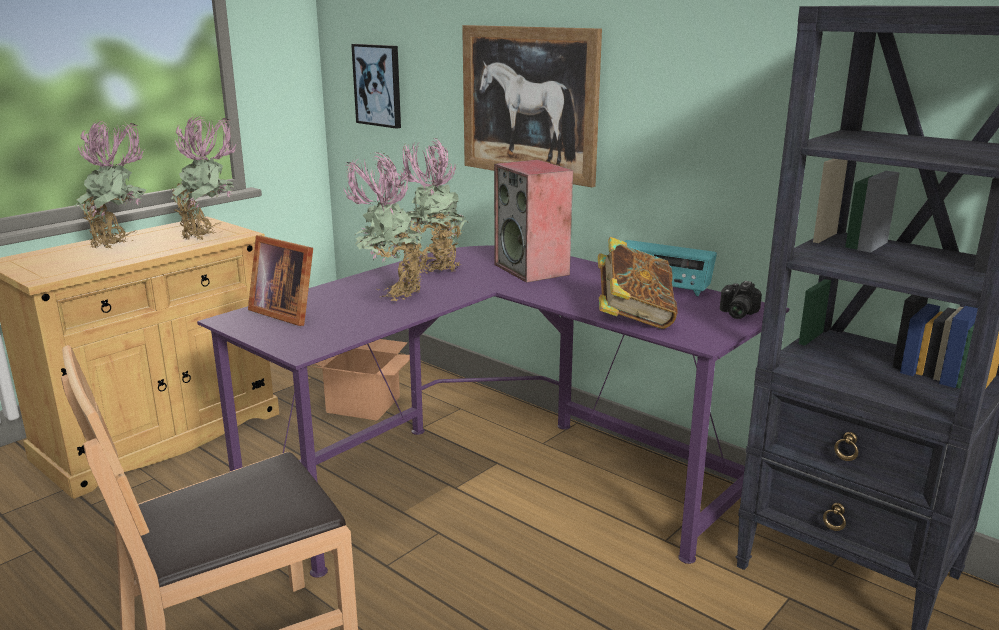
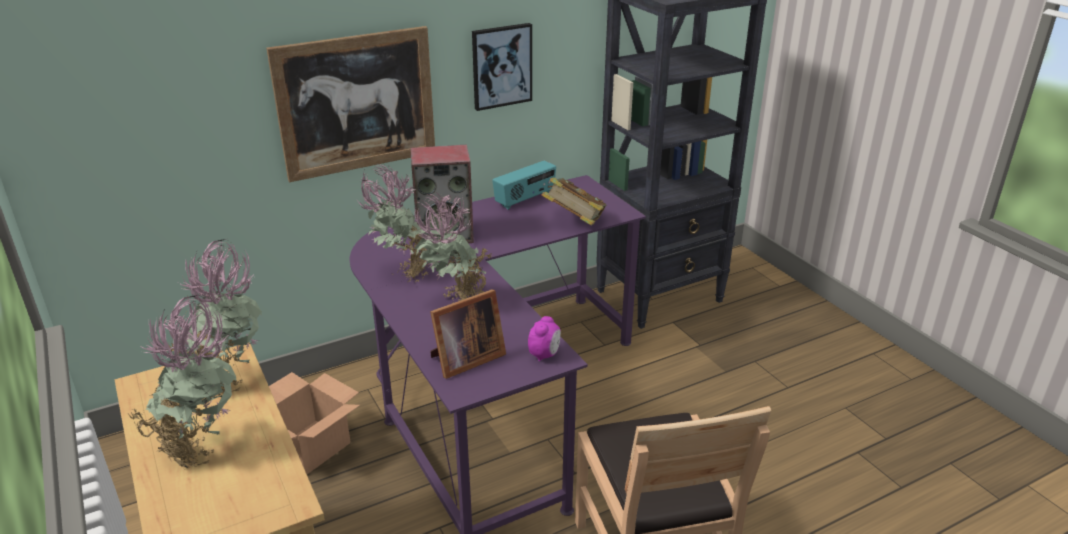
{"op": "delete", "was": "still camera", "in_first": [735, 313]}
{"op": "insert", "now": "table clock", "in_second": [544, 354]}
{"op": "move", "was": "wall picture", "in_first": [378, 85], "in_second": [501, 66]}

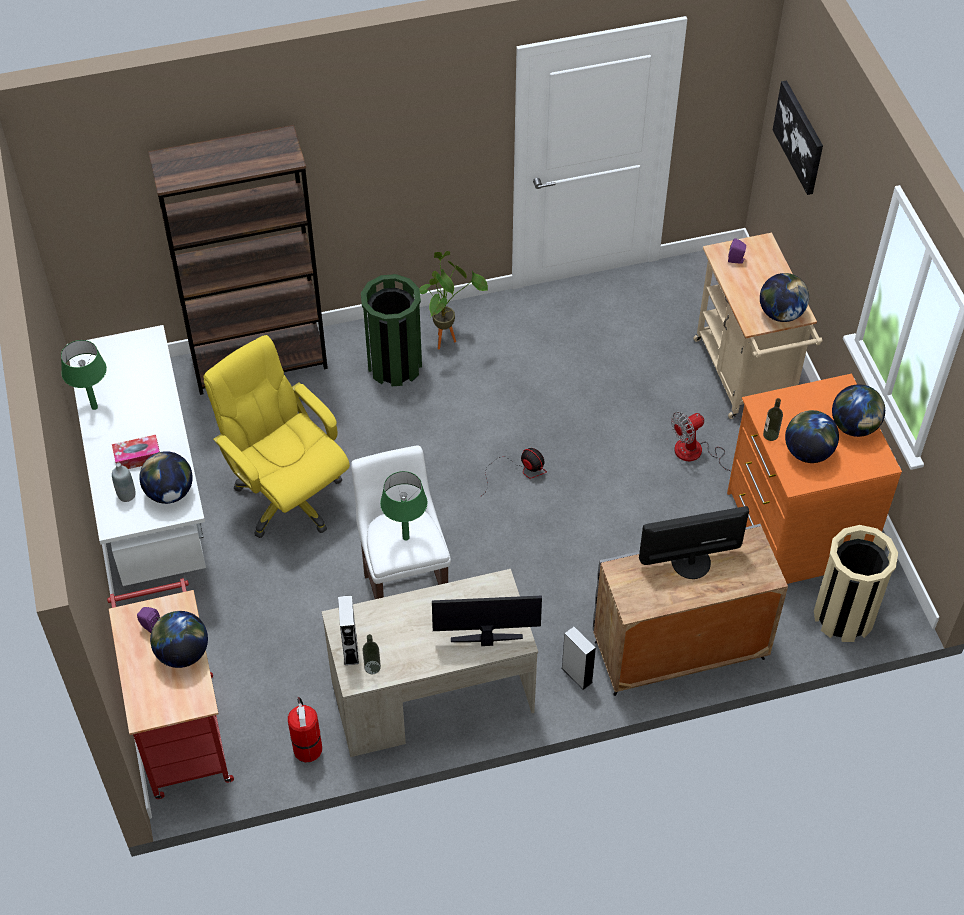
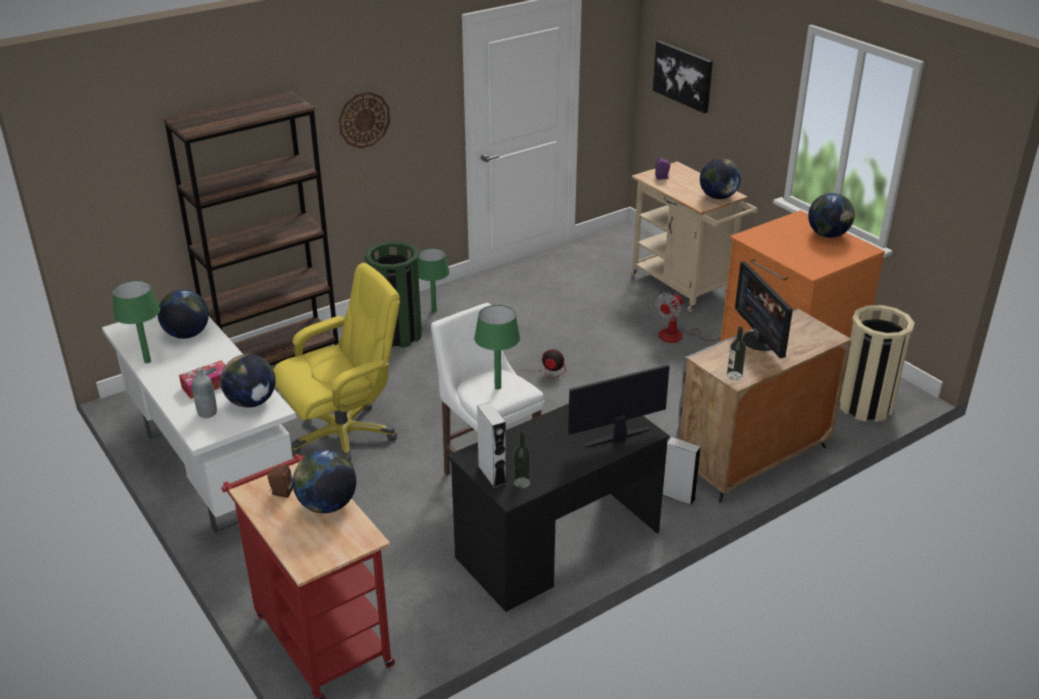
{"op": "delete", "was": "fire-fighting cylinder", "in_first": [307, 747]}
{"op": "insert", "now": "wall clock", "in_second": [364, 119]}
{"op": "move", "was": "bottle", "in_first": [770, 435], "in_second": [734, 375]}
{"op": "move", "was": "world globe", "in_first": [807, 452], "in_second": [187, 334]}
{"op": "replace", "was": "potted plant", "now": "table lamp in greenish", "in_first": [448, 338], "in_second": [434, 311]}
{"op": "recolor", "was": "audio speaker in purple-coloured", "now": "audio speaker in brown-coloured", "in_first": [149, 626], "in_second": [280, 492]}
{"op": "recolor", "was": "desk in beige-coloured", "now": "desk in black", "in_first": [432, 697], "in_second": [557, 545]}
{"op": "rotate", "was": "computer chair in yellowish", "in_first": [287, 497], "in_second": [344, 436], "clockwise": 120}
{"op": "rotate", "was": "computer screen", "in_first": [690, 561], "in_second": [761, 341], "clockwise": -75}

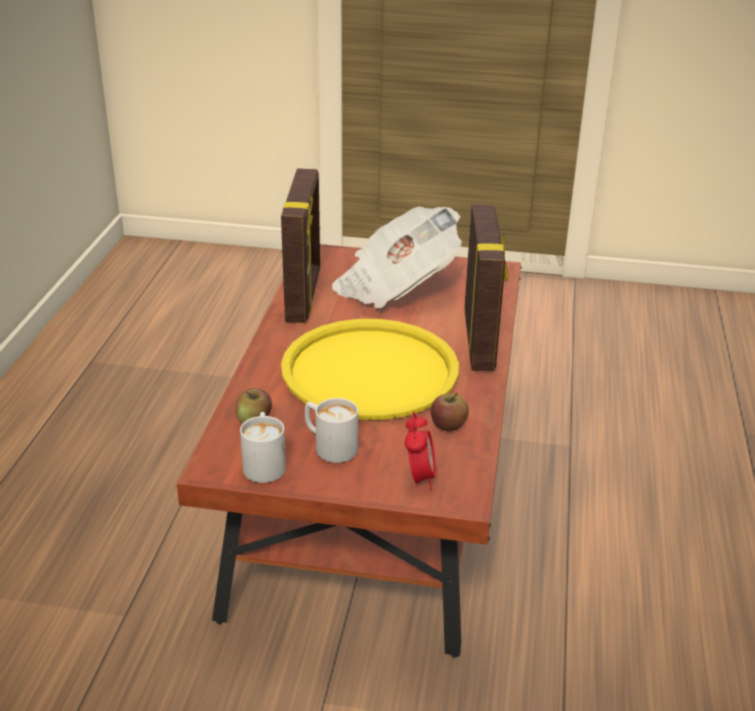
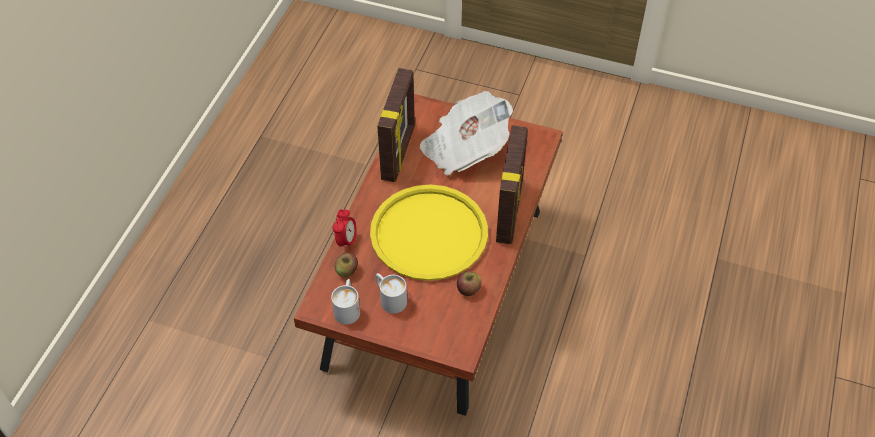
{"op": "move", "was": "table clock", "in_first": [419, 478], "in_second": [346, 241]}

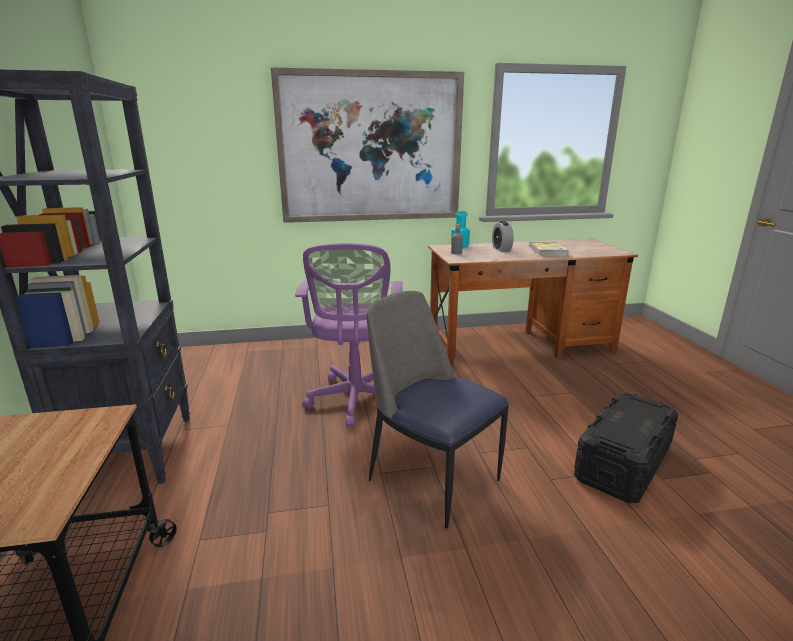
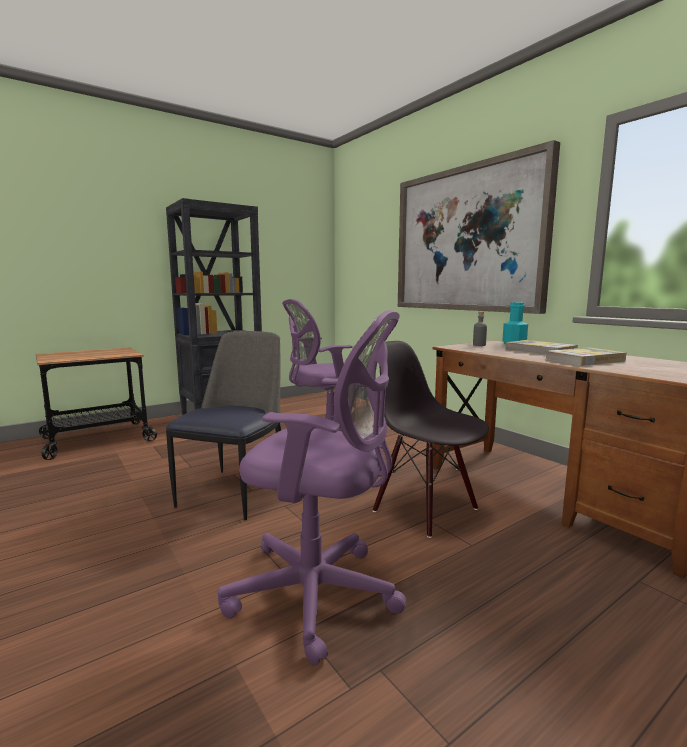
{"op": "insert", "now": "upright chair in black", "in_second": [426, 509]}
{"op": "replace", "was": "table clock", "now": "bound book", "in_first": [501, 249], "in_second": [540, 351]}
{"op": "replace", "was": "storage bin in black", "now": "computer chair in purple-coloured", "in_first": [623, 463], "in_second": [320, 594]}

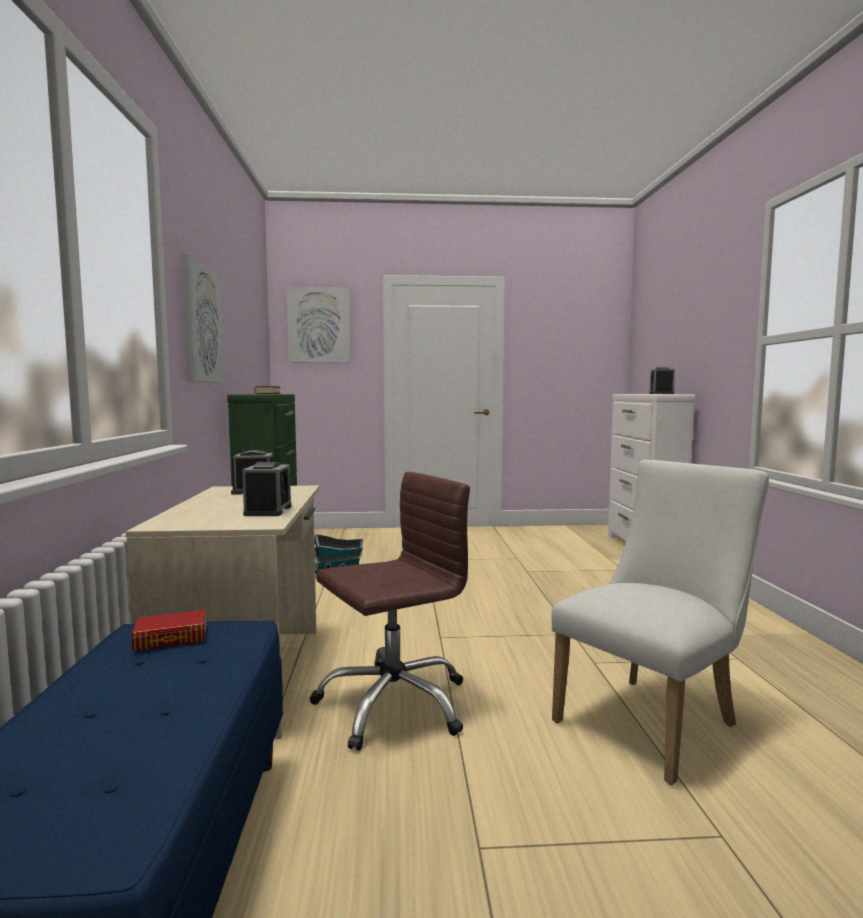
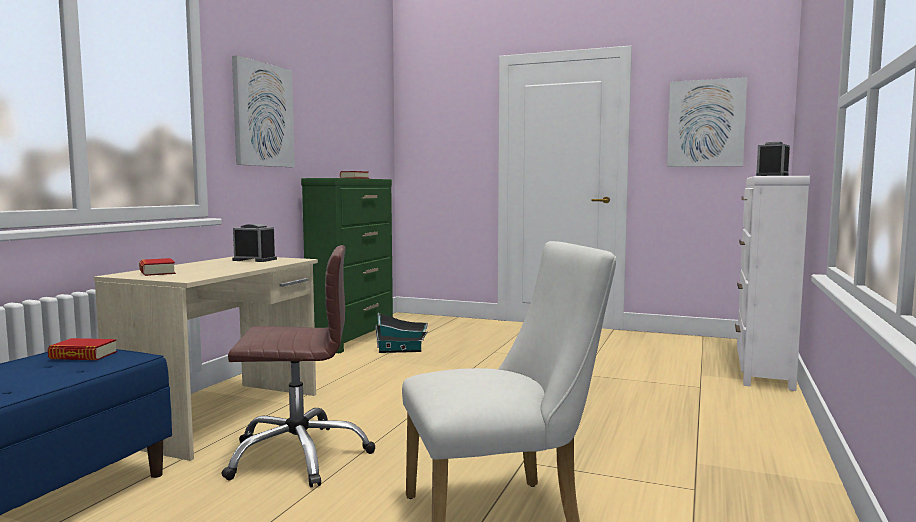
{"op": "delete", "was": "table clock", "in_first": [268, 510]}
{"op": "insert", "now": "bound book", "in_second": [157, 272]}
{"op": "move", "was": "wall picture", "in_first": [319, 325], "in_second": [706, 123]}

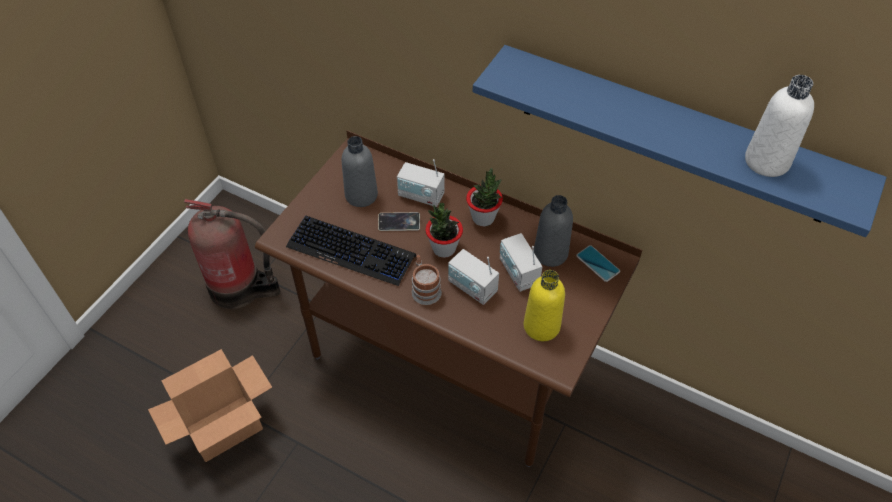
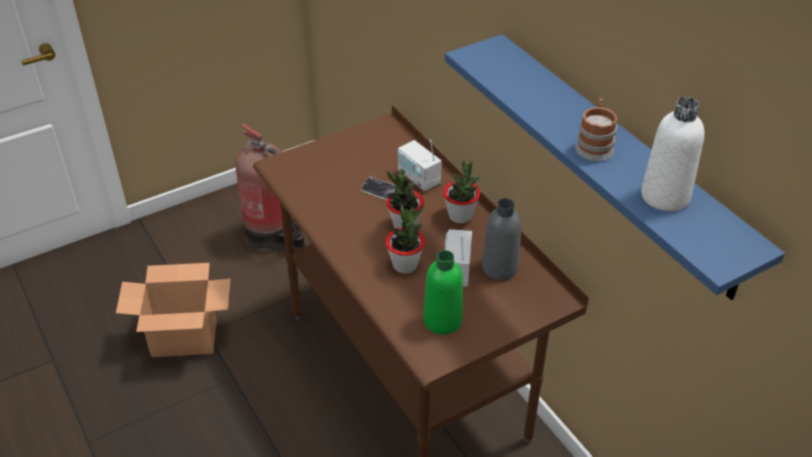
{"op": "delete", "was": "keyboard", "in_first": [351, 251]}
{"op": "delete", "was": "bottle in grey", "in_first": [361, 195]}
{"op": "delete", "was": "telephone", "in_first": [597, 264]}
{"op": "move", "was": "mug", "in_first": [424, 288], "in_second": [594, 145]}
{"op": "replace", "was": "radio set", "now": "potted plant", "in_first": [472, 287], "in_second": [405, 265]}
{"op": "recolor", "was": "bottle in yellowish", "now": "bottle in greenish", "in_first": [541, 326], "in_second": [442, 320]}

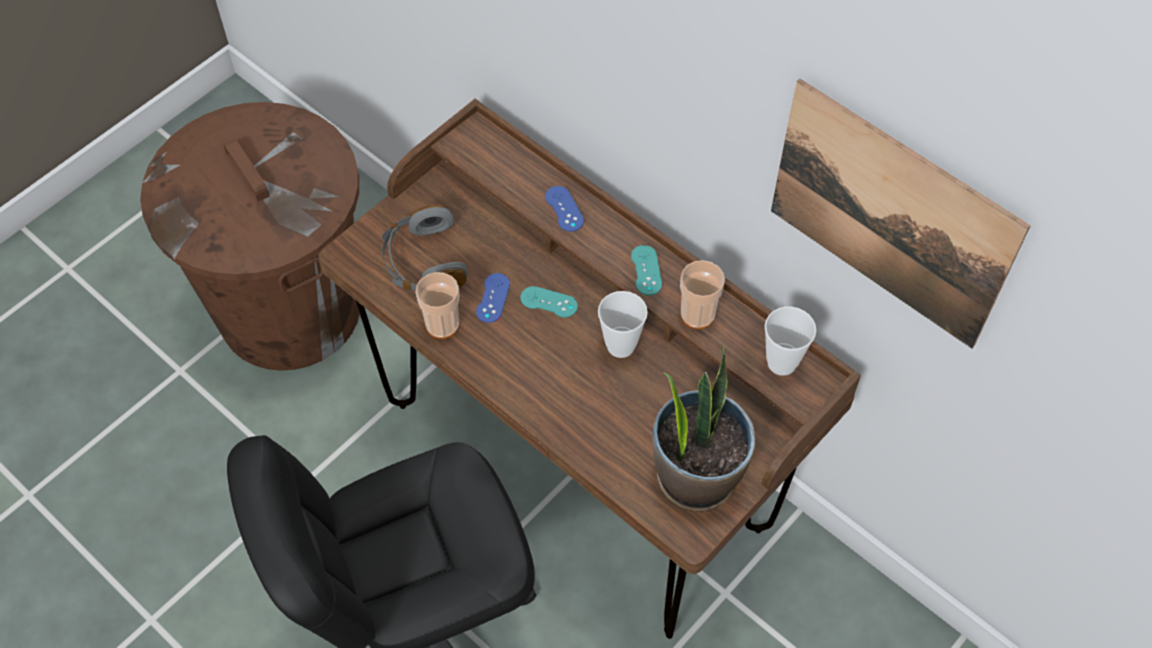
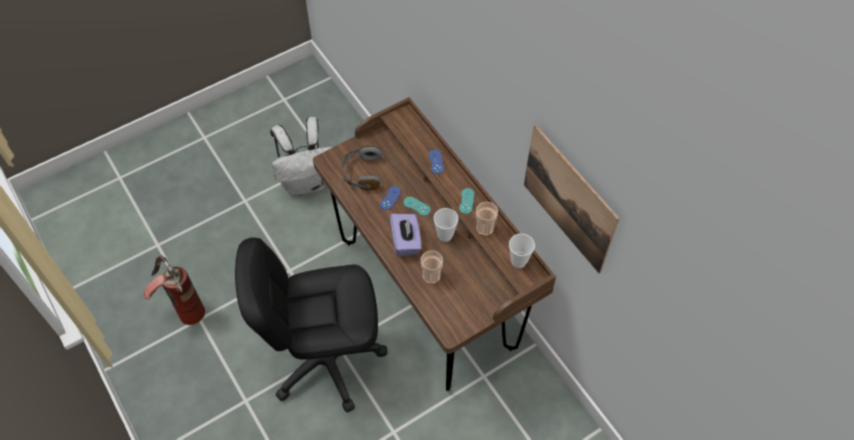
{"op": "delete", "was": "potted plant", "in_first": [696, 475]}
{"op": "insert", "now": "fire-fighting cylinder", "in_second": [183, 309]}
{"op": "insert", "now": "tissue holder in purple-coloured", "in_second": [406, 241]}
{"op": "move", "was": "cup", "in_first": [442, 324], "in_second": [431, 276]}
{"op": "replace", "was": "rubbish bin in brown-coloured", "now": "knapsack in white-coloured", "in_first": [290, 308], "in_second": [307, 182]}

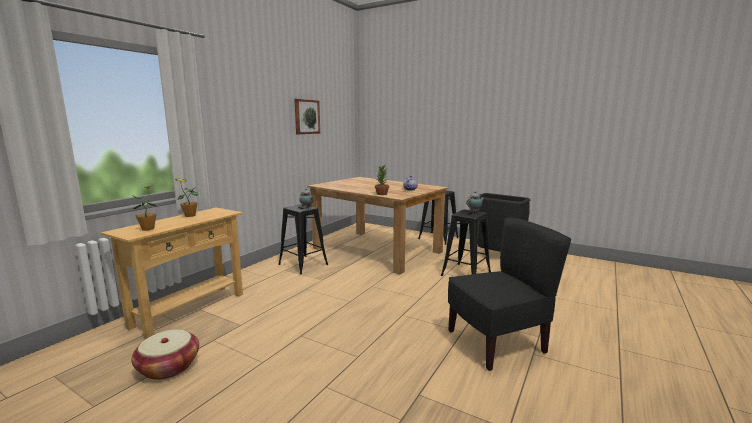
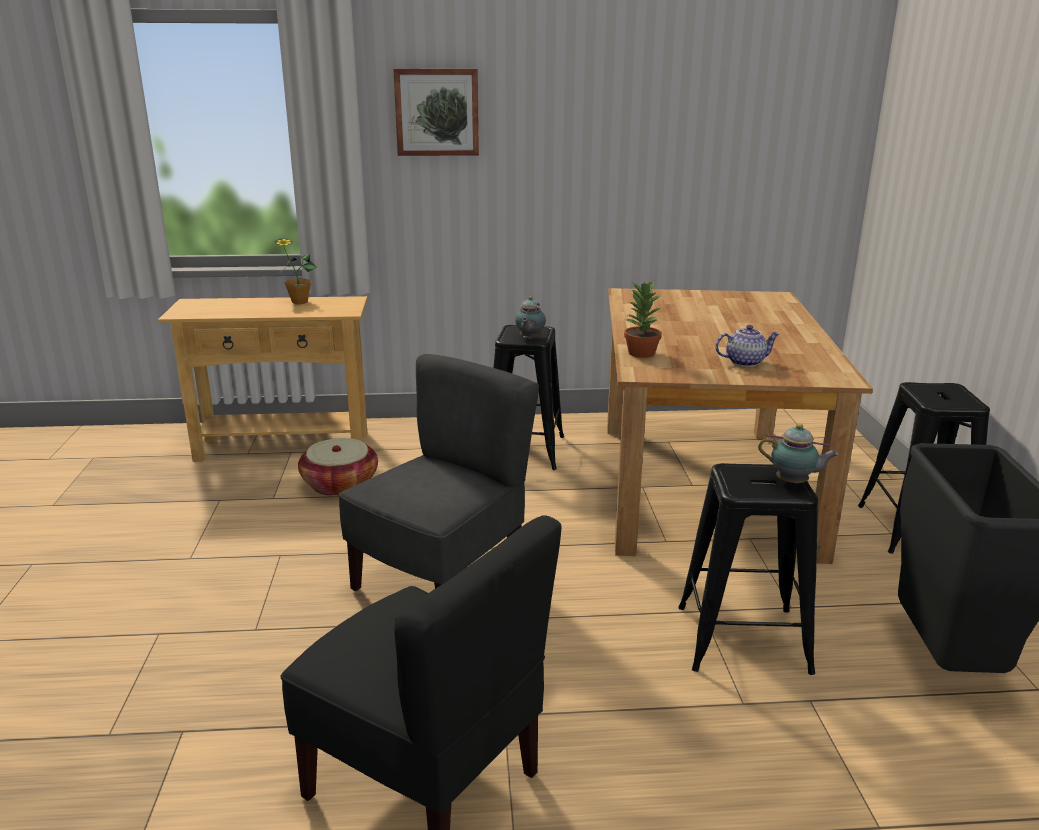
{"op": "delete", "was": "potted plant", "in_first": [148, 229]}
{"op": "insert", "now": "upright chair in grey", "in_second": [441, 583]}
{"op": "move", "was": "storage basket", "in_first": [169, 367], "in_second": [340, 484]}
{"op": "move", "was": "wall picture", "in_first": [306, 116], "in_second": [437, 112]}

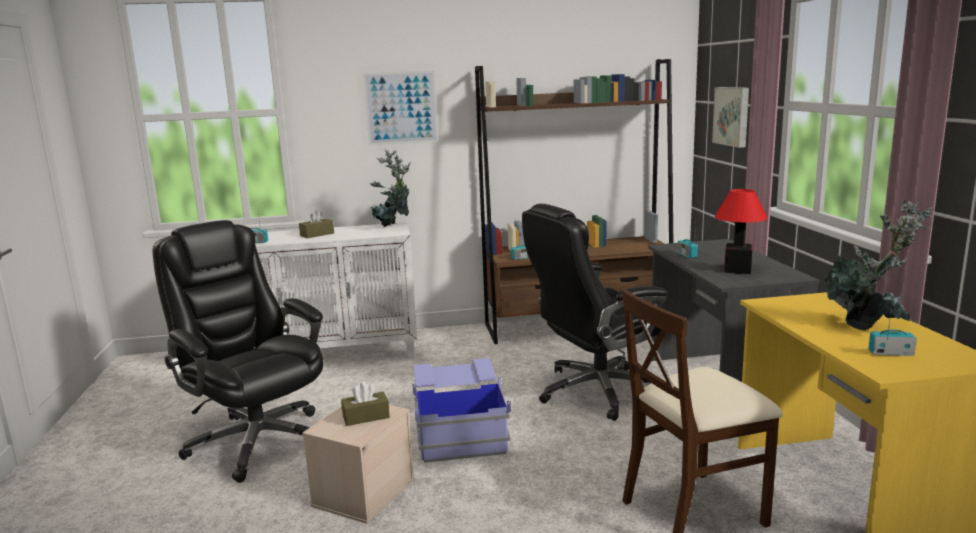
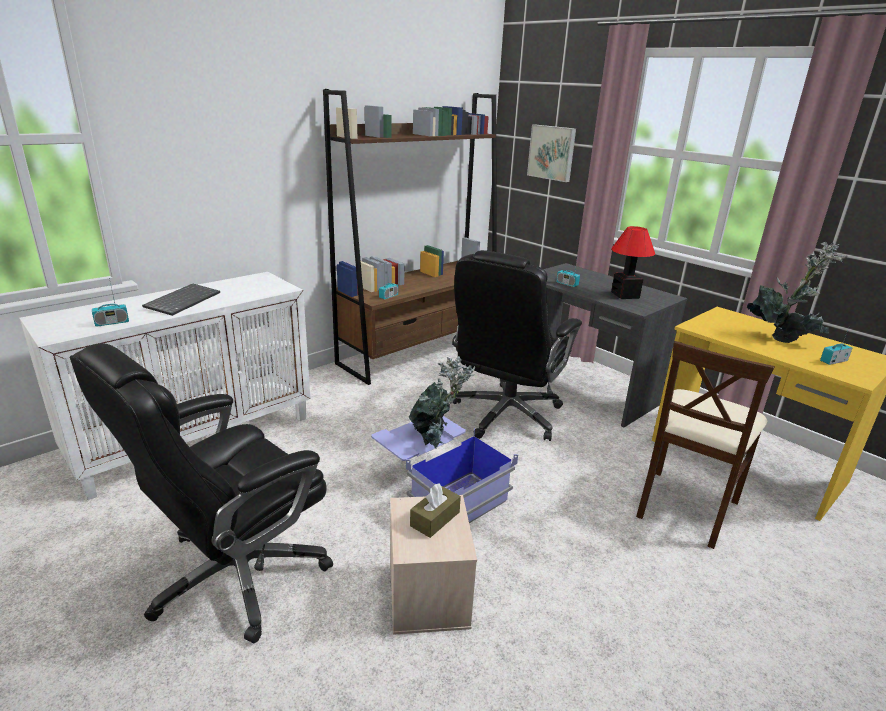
{"op": "delete", "was": "wall picture", "in_first": [401, 108]}
{"op": "move", "was": "potted plant", "in_first": [394, 226], "in_second": [436, 441]}
{"op": "replace", "was": "tissue holder in brown-coloured", "now": "keyboard", "in_first": [317, 234], "in_second": [183, 300]}
{"op": "rotate", "was": "computer chair in black", "in_first": [257, 441], "in_second": [235, 575], "clockwise": -60}

